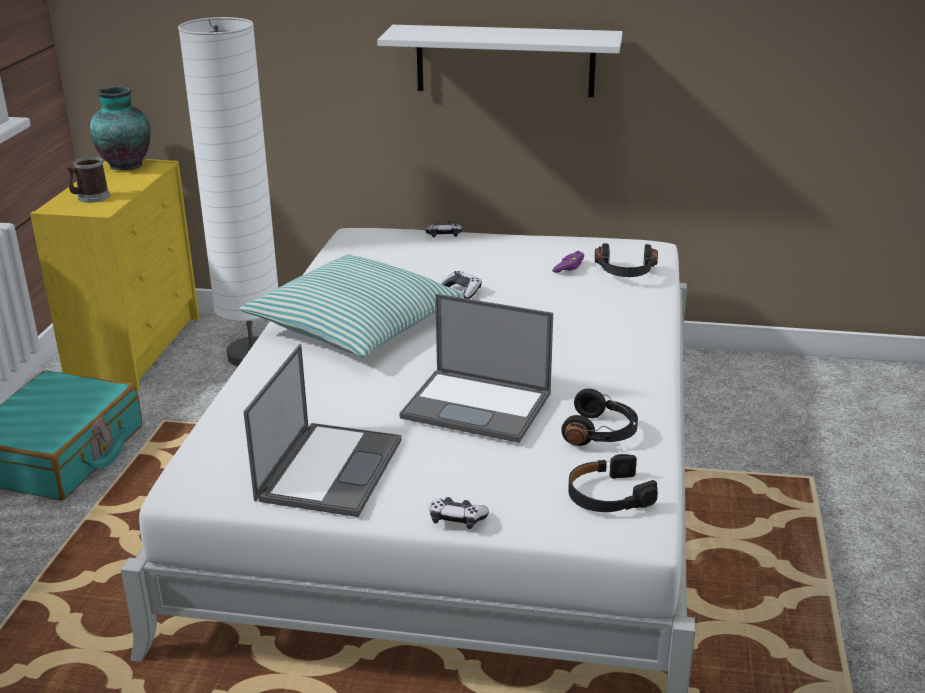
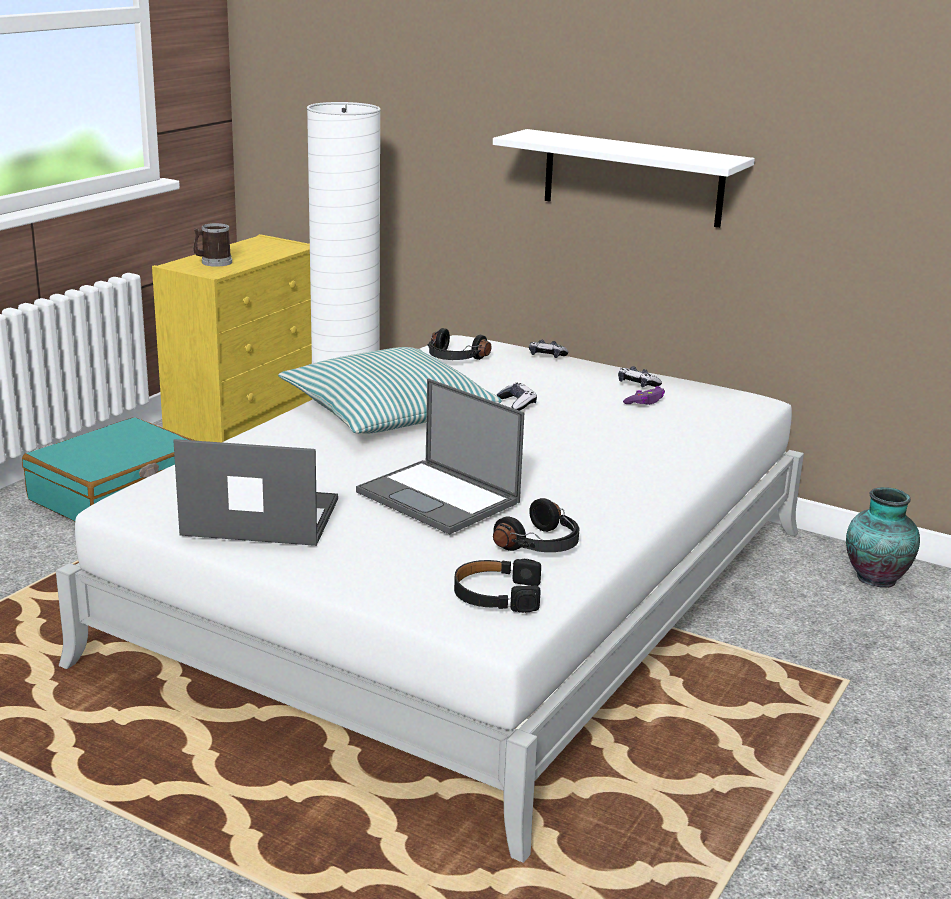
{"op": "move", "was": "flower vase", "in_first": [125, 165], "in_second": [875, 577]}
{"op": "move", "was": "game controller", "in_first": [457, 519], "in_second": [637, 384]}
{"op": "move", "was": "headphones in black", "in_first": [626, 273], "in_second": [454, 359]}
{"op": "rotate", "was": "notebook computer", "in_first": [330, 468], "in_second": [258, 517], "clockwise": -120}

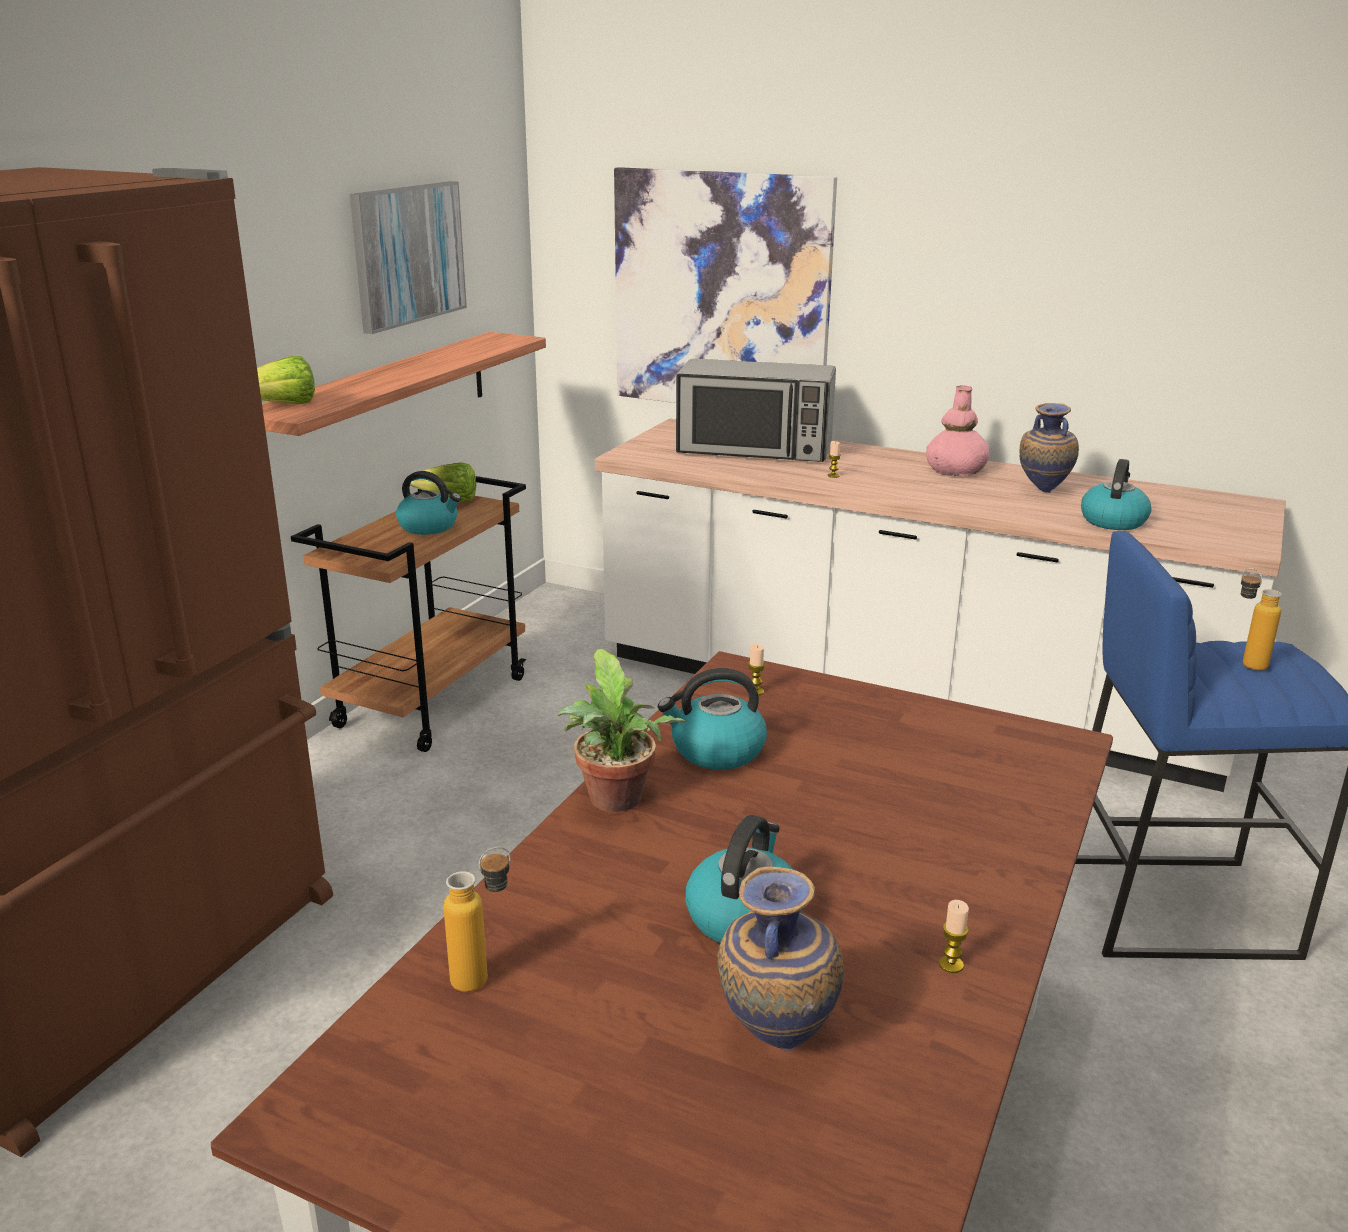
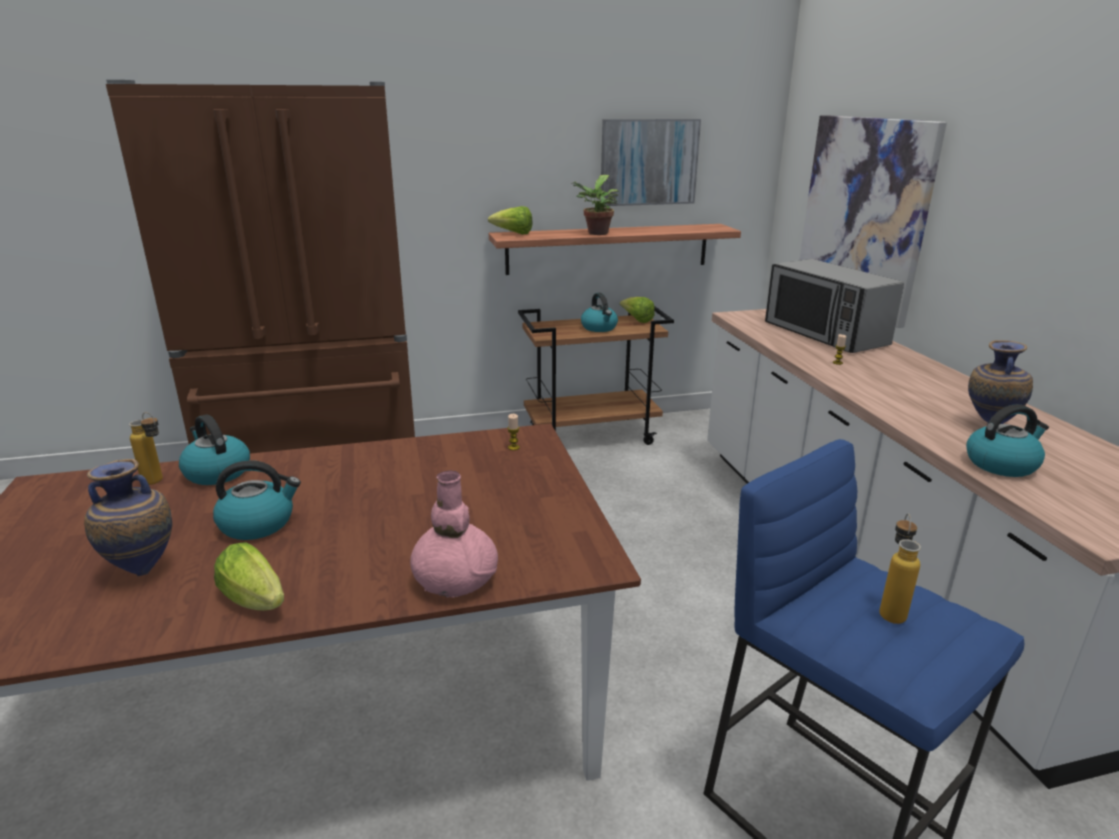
{"op": "move", "was": "potted plant", "in_first": [616, 802], "in_second": [596, 233]}
{"op": "move", "was": "tea kettle", "in_first": [716, 751], "in_second": [216, 472]}
{"op": "move", "was": "flower vase in pink", "in_first": [955, 470], "in_second": [455, 579]}
{"op": "replace", "was": "wax light", "now": "lettuce head", "in_first": [951, 965], "in_second": [256, 600]}

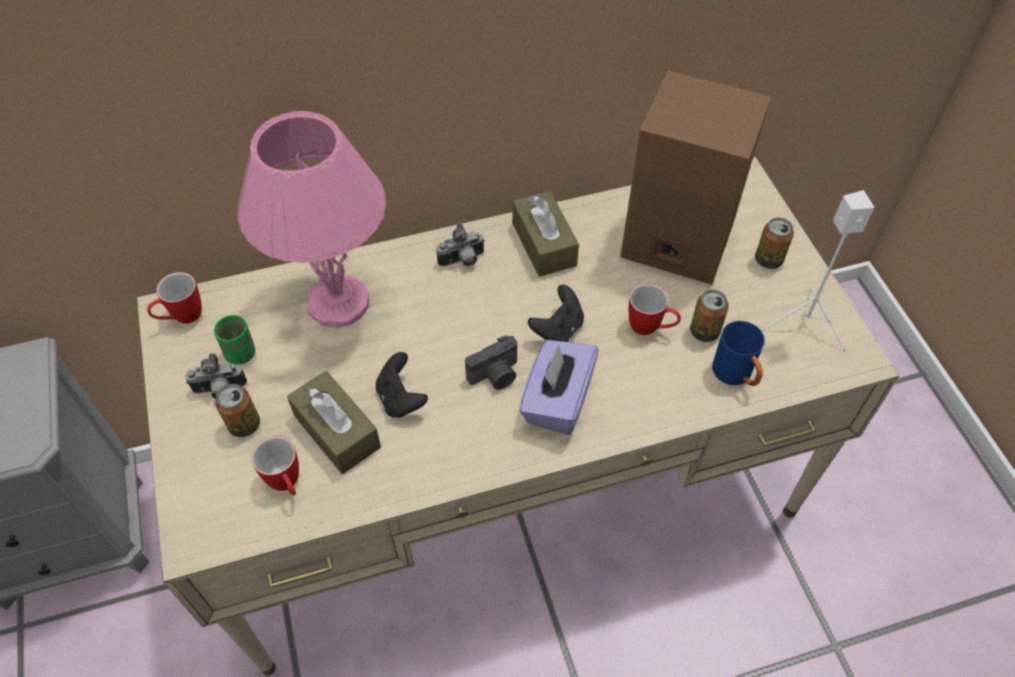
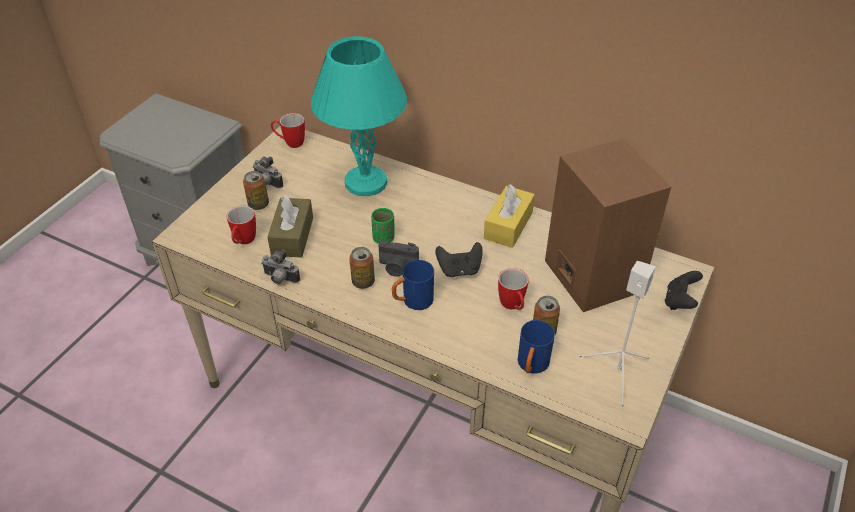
{"op": "move", "was": "cup in greenish", "in_first": [241, 353], "in_second": [383, 238]}
{"op": "move", "was": "game controller in black", "in_first": [401, 399], "in_second": [679, 301]}
{"op": "move", "was": "still camera", "in_first": [462, 261], "in_second": [280, 279]}
{"op": "move", "was": "can", "in_first": [768, 260], "in_second": [363, 282]}
{"op": "replace", "was": "tissue holder in purple-coloured", "now": "mug in blue-coloured", "in_first": [557, 400], "in_second": [412, 302]}
{"op": "recolor", "was": "table lamp in pink", "now": "table lamp in turquoise", "in_first": [336, 304], "in_second": [364, 182]}
{"op": "recolor", "was": "tissue holder in brown-coloured", "now": "tissue holder in yellowish", "in_first": [544, 244], "in_second": [508, 225]}

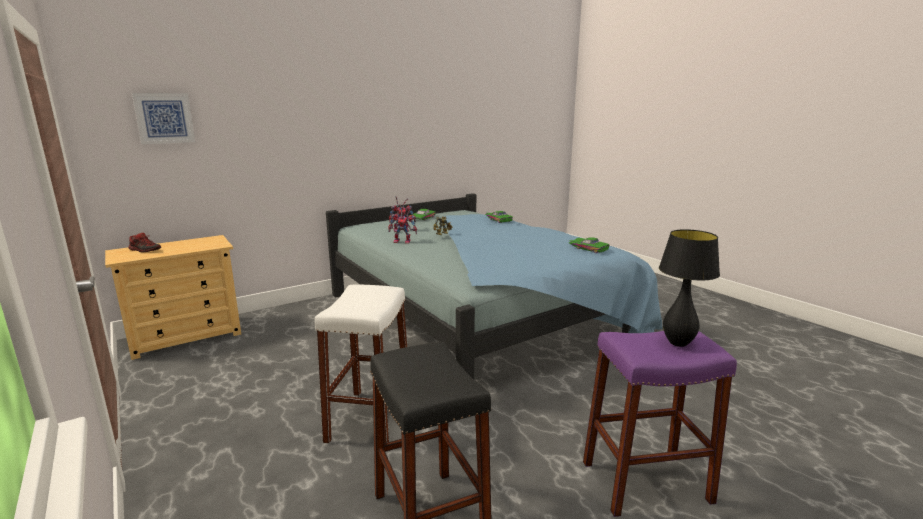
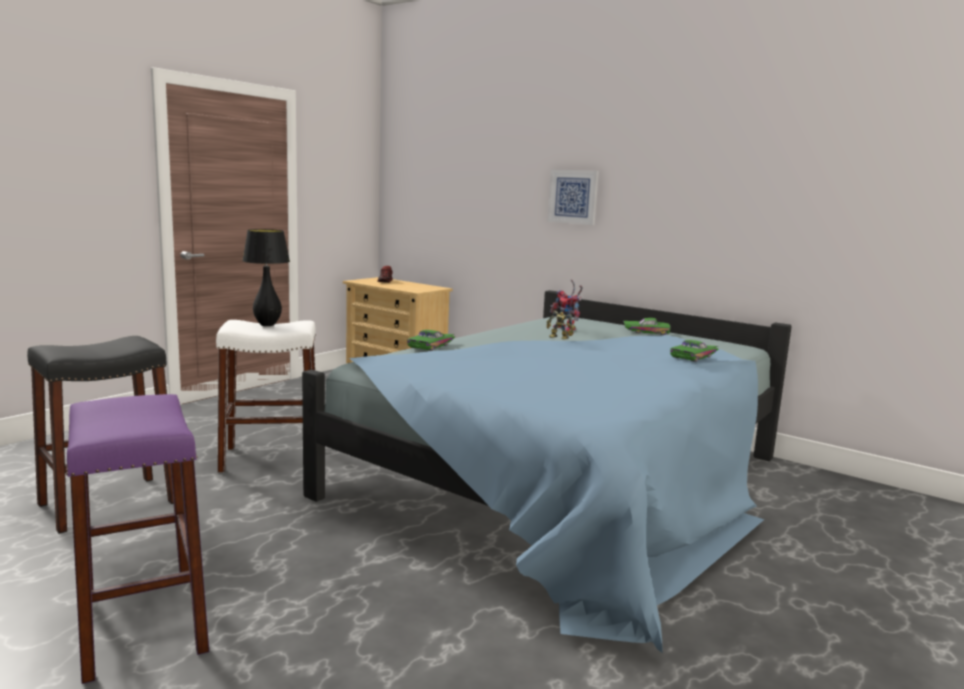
{"op": "delete", "was": "model robot", "in_first": [404, 241]}
{"op": "move", "was": "wall picture", "in_first": [164, 118], "in_second": [573, 197]}
{"op": "move", "was": "toy car in greenish", "in_first": [589, 248], "in_second": [432, 346]}
{"op": "move", "was": "table lamp in black", "in_first": [678, 343], "in_second": [267, 325]}

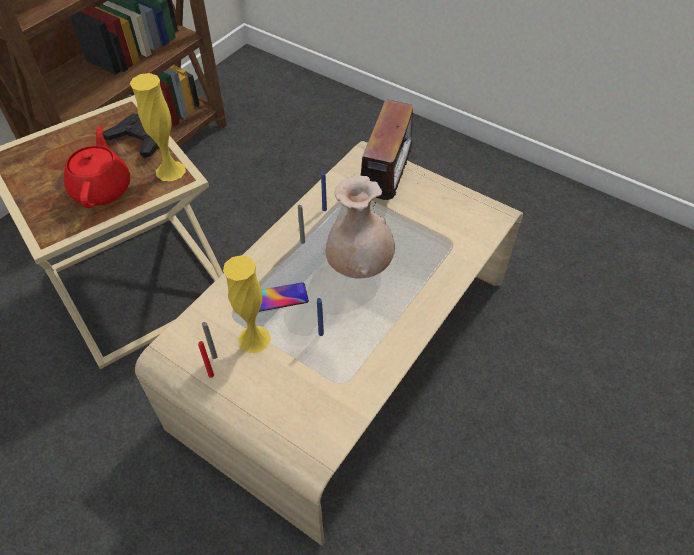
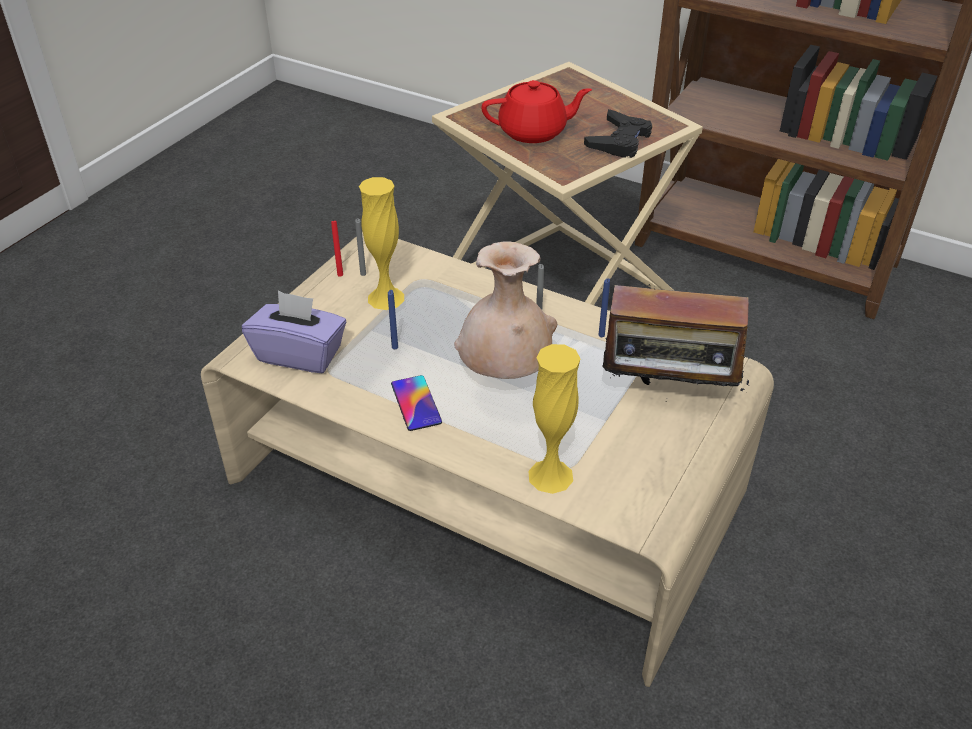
{"op": "insert", "now": "tissue holder in purple-coloured", "in_second": [300, 354]}
{"op": "move", "was": "flower vase in yellowish", "in_first": [170, 171], "in_second": [550, 476]}
{"op": "move", "was": "telephone", "in_first": [280, 297], "in_second": [416, 403]}

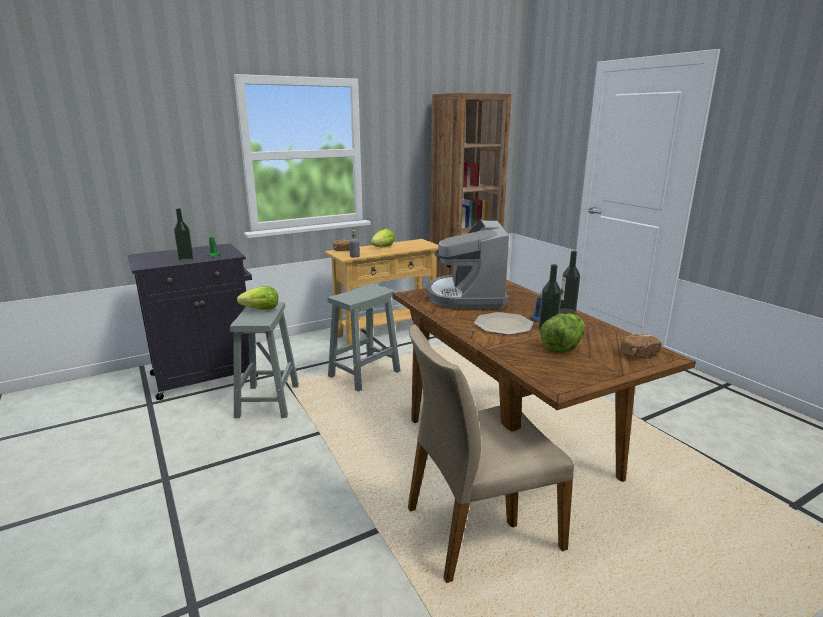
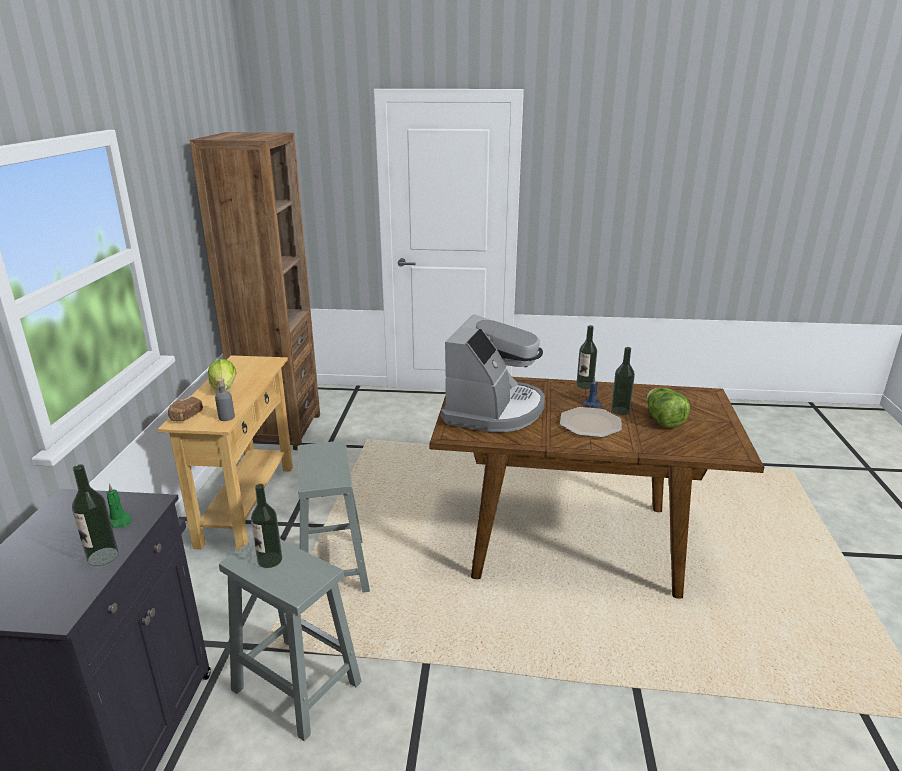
{"op": "delete", "was": "upright chair in beige-coloured", "in_first": [480, 527]}
{"op": "delete", "was": "bakery bread", "in_first": [638, 354]}
{"op": "replace", "was": "lettuce head", "now": "bottle", "in_first": [261, 309], "in_second": [270, 560]}
{"op": "rotate", "was": "coffee maker", "in_first": [467, 296], "in_second": [494, 410], "clockwise": -105}

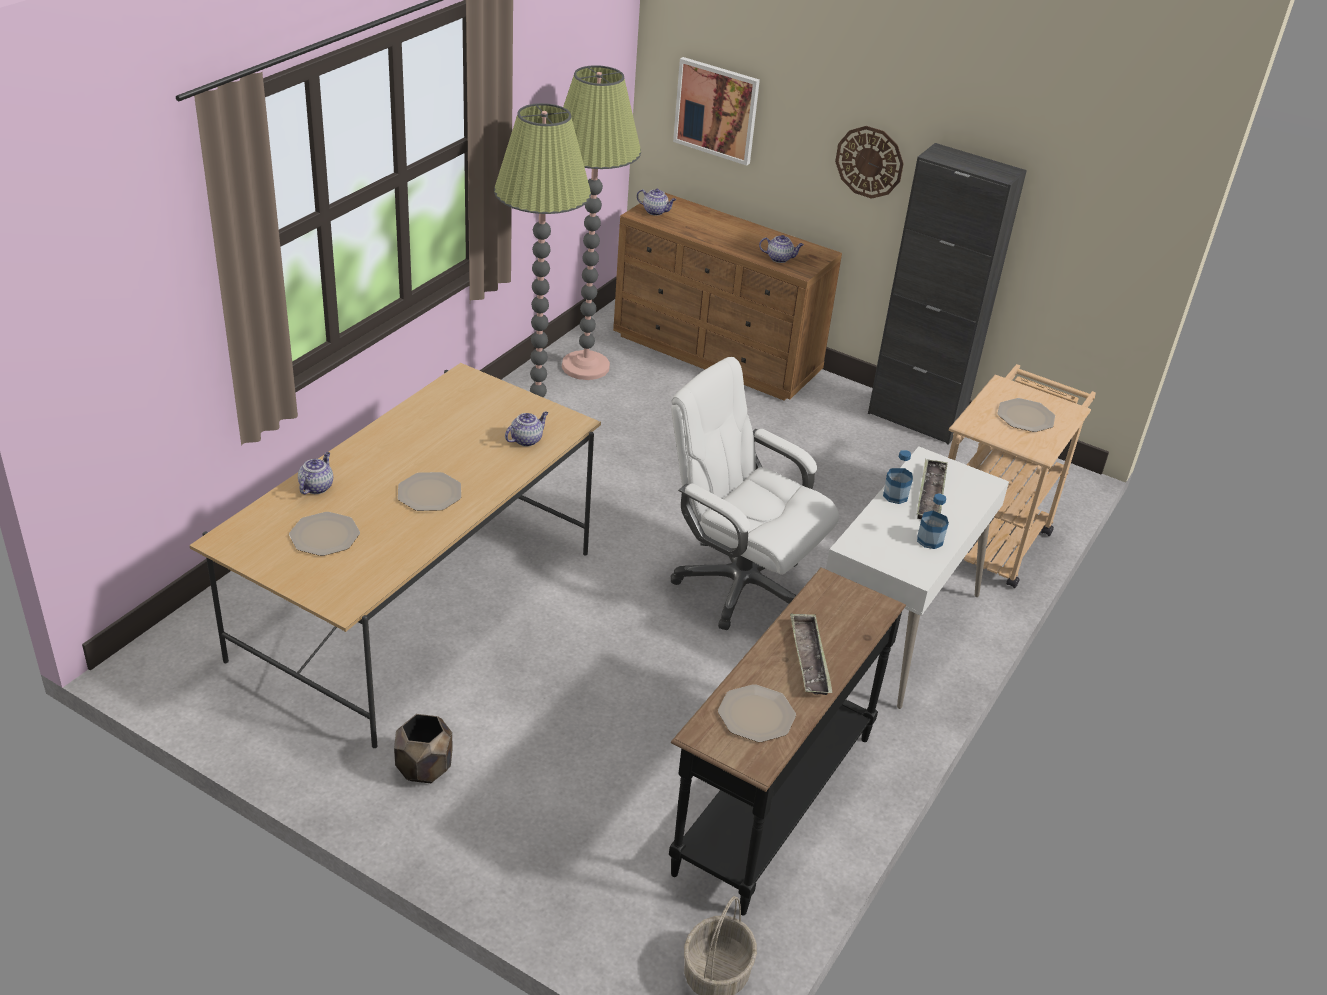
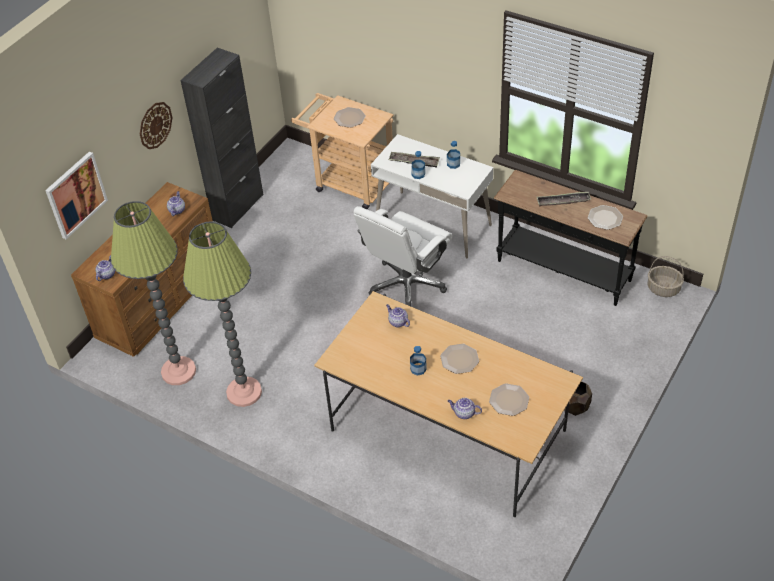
{"op": "insert", "now": "bottle", "in_second": [418, 369]}

